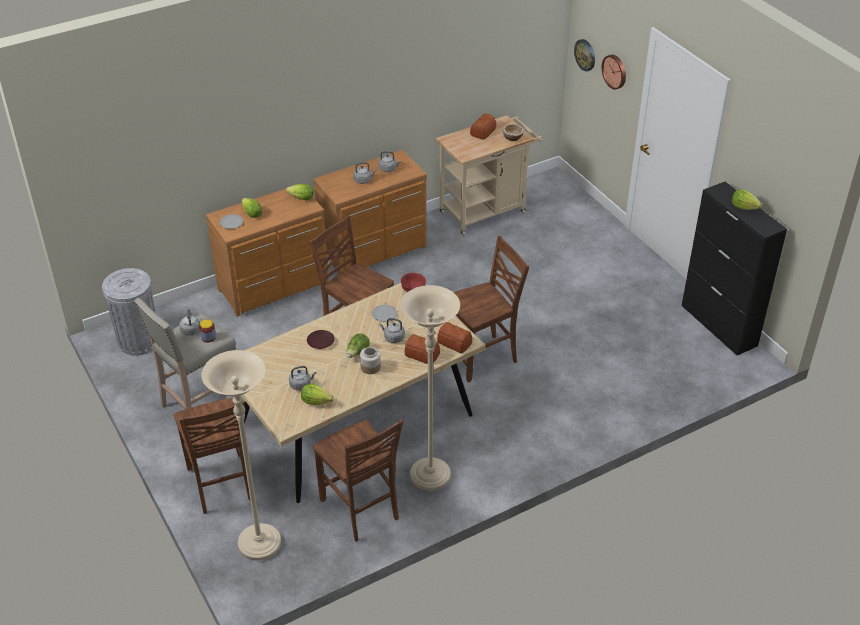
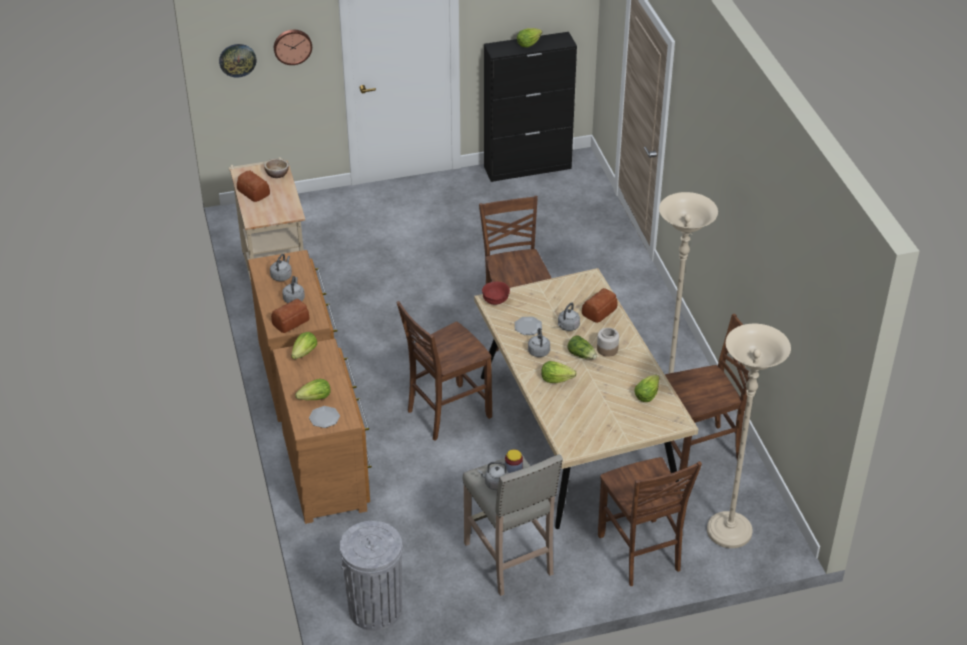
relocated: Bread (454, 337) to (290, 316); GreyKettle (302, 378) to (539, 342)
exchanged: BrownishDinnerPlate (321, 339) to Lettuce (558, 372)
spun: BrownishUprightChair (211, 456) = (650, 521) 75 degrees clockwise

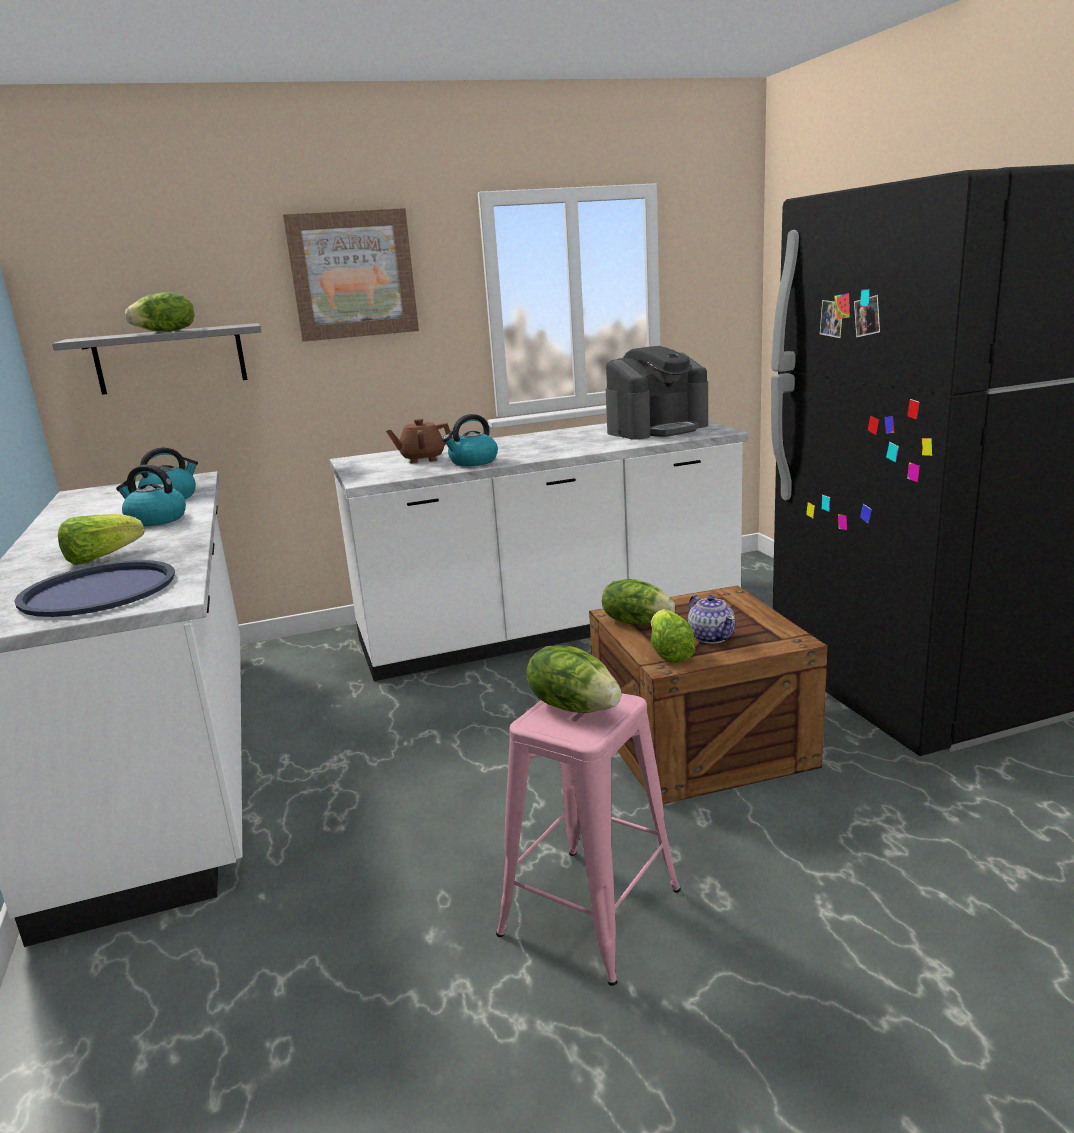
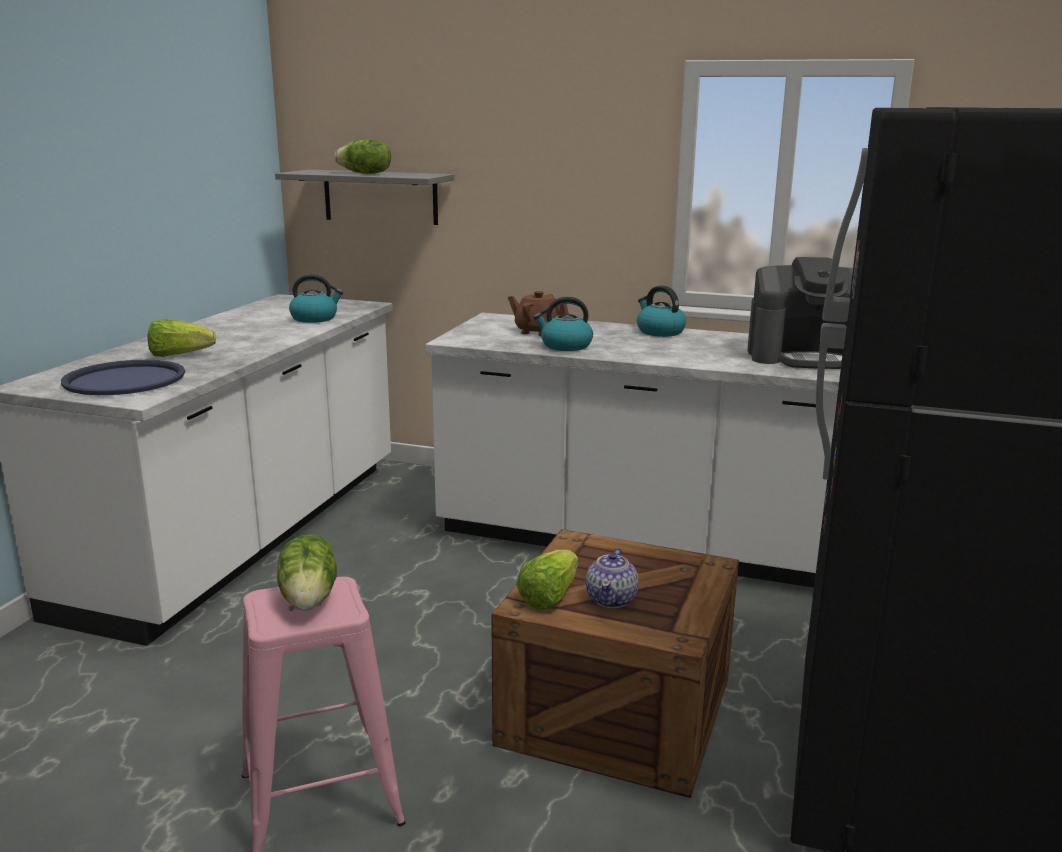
missing: WallPicture (351, 275); Lettuce (638, 602)
relocated: Kettle (151, 496) to (661, 311)

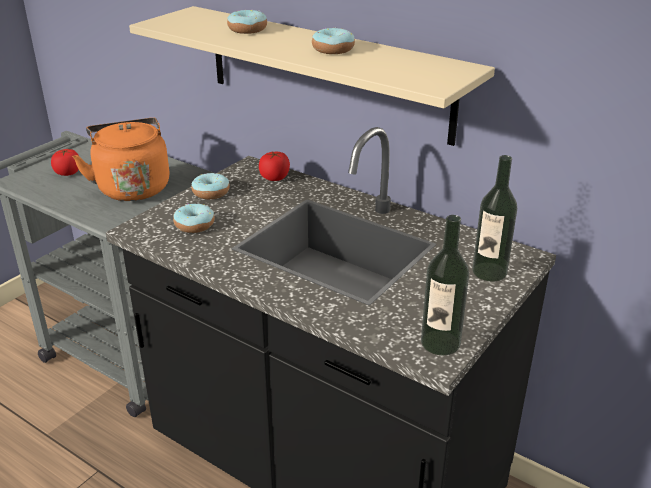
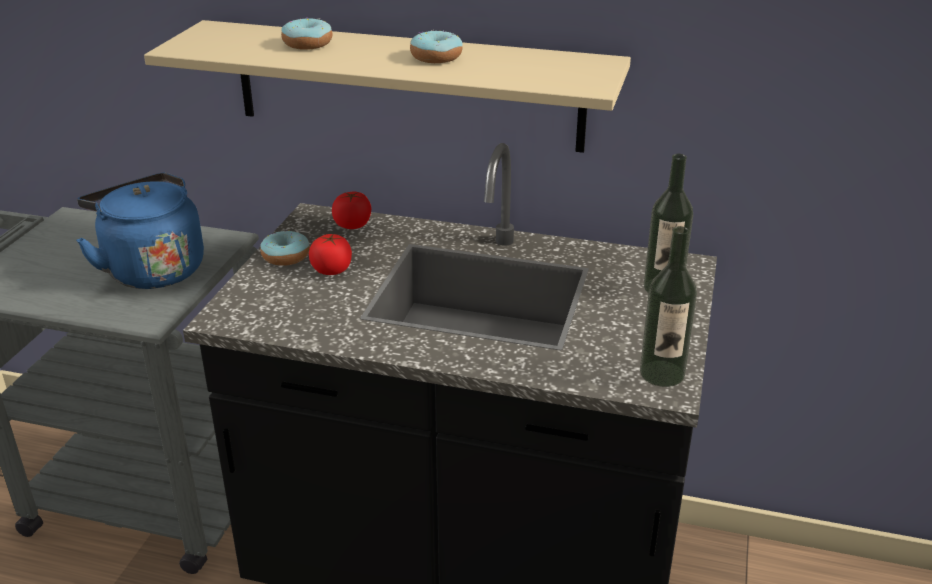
missing: Doughnut (194, 218)
relocated: WholeTomato (65, 162) to (330, 254)
colour: OrangeKettle (120, 159) to BlueKettle (140, 230)

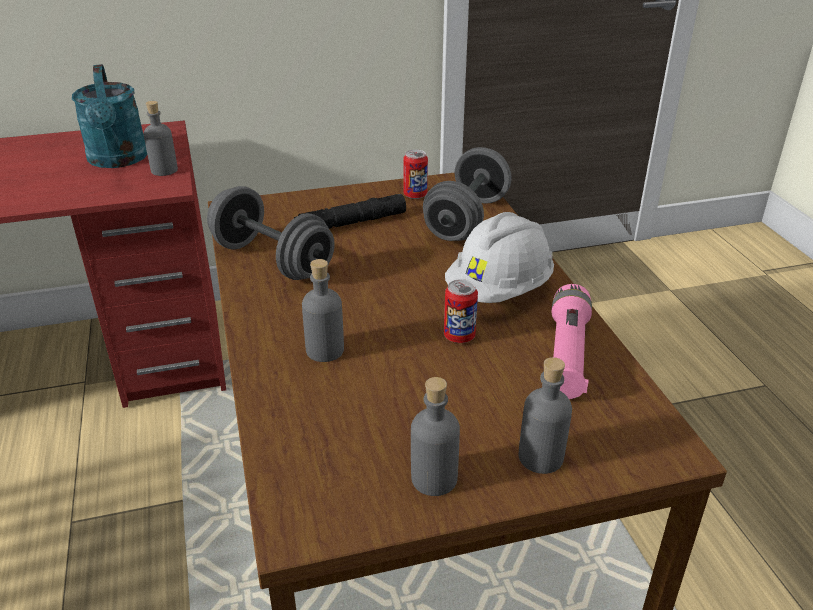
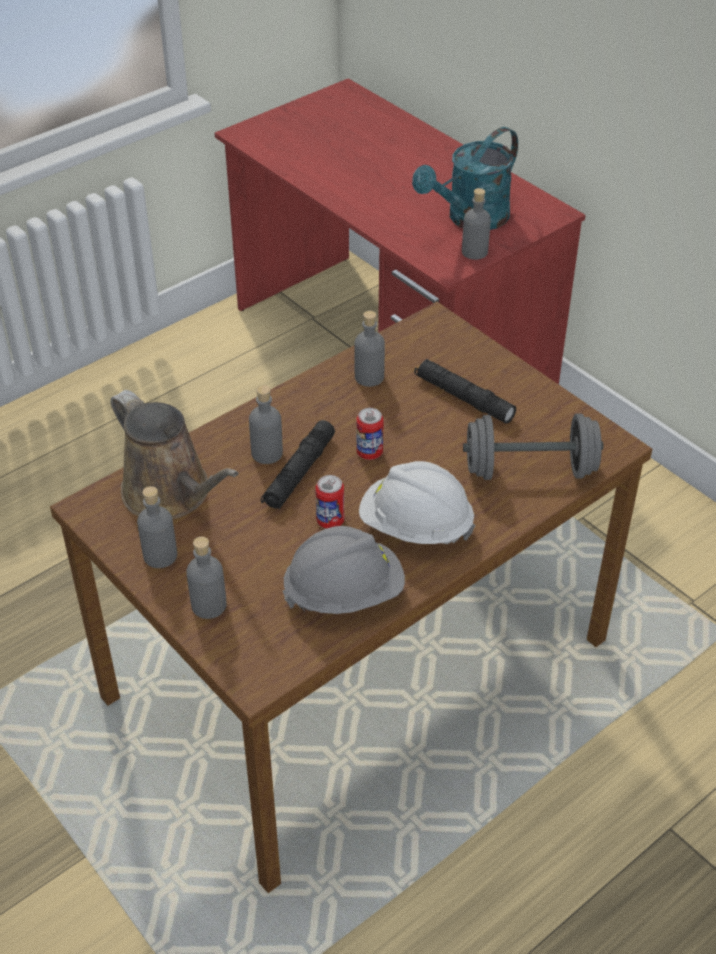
appeared: BrownishSprinklingCan (174, 454); BlackColouredFlashlight (298, 464)
relocated: SealedCan (415, 174) to (370, 434)
exchanged: GreyDumbbell (271, 233) to GreyBottle (369, 349); PinkFlashlight (572, 341) to GreyHardHat (344, 570)

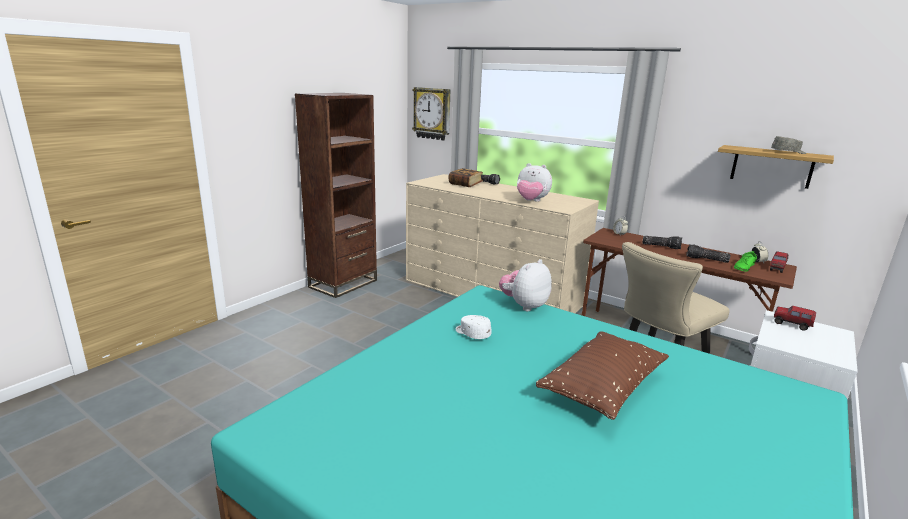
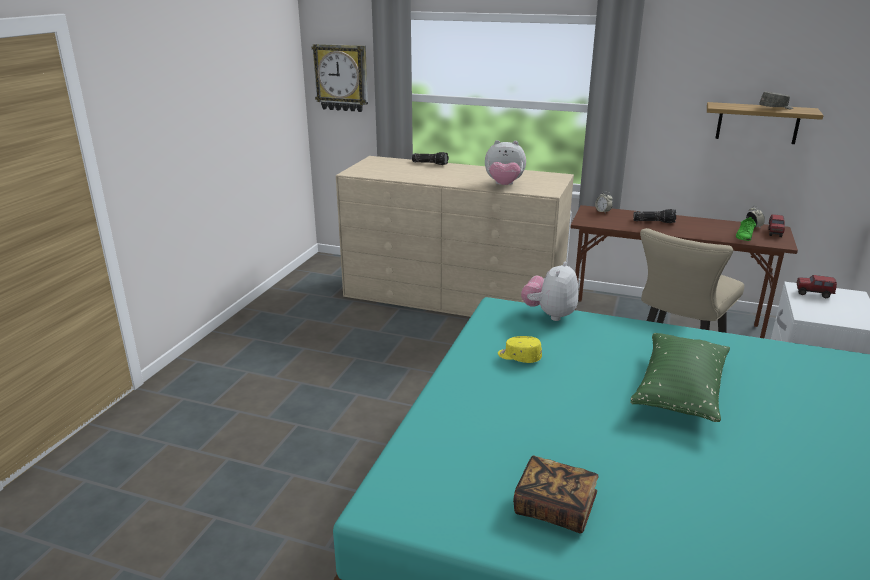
missing: BrownishBookcase (336, 195); Flashlight (708, 253)
relocated: Book (465, 177) to (555, 494)
colour: WhitePeakedCap (473, 327) to YellowColouredPeakedCap (520, 349); BrownishThrowPillow (602, 375) to GreenThrowPillow (680, 377)

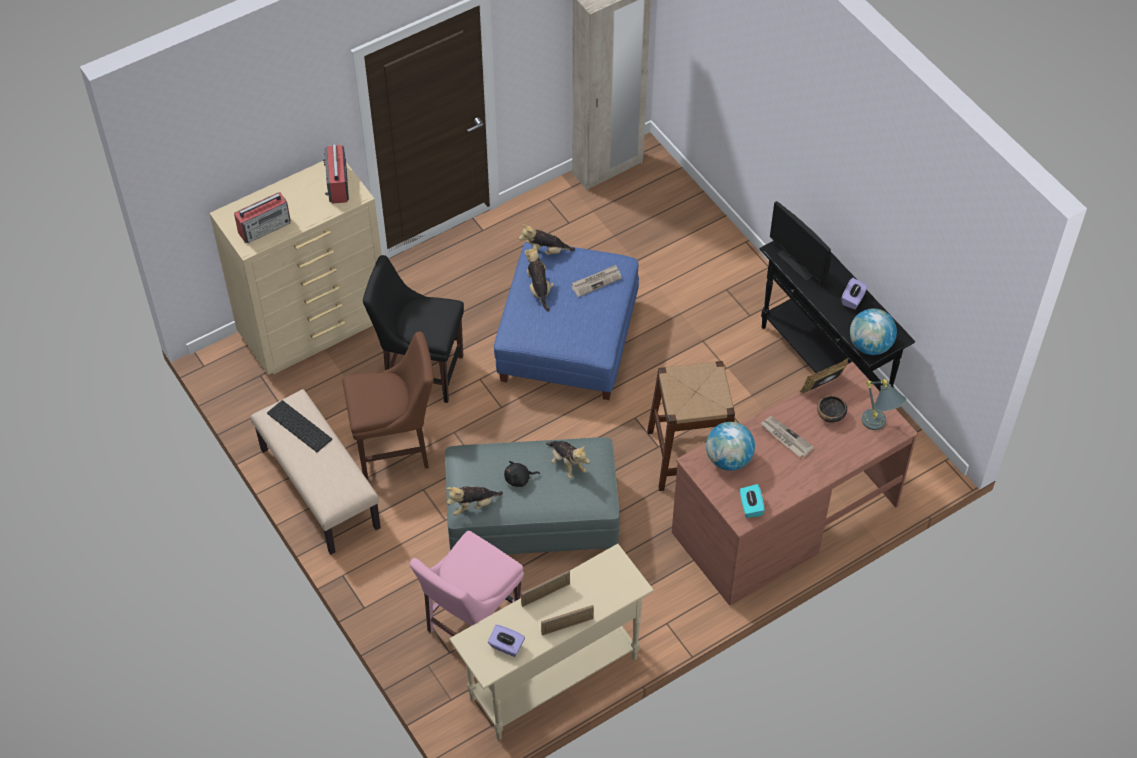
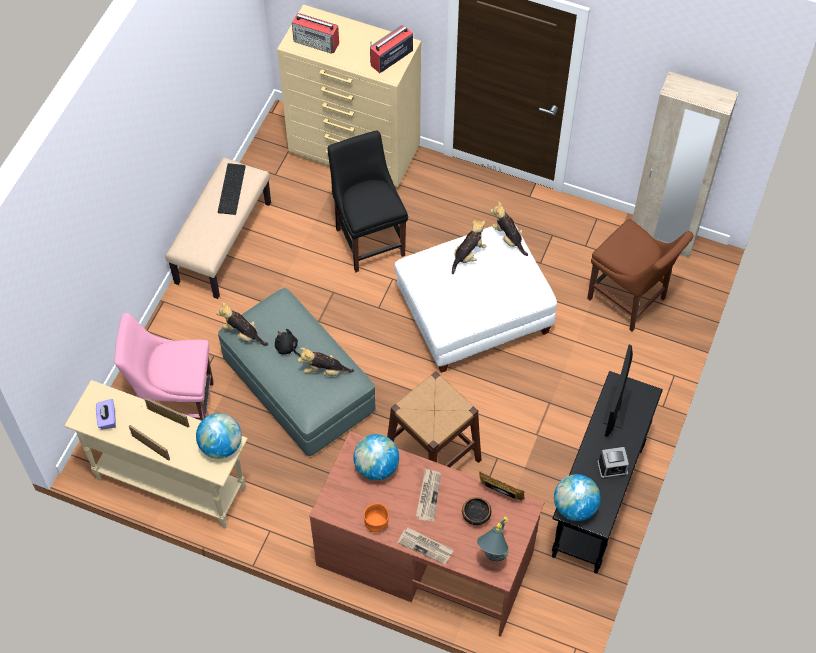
missing: TurquoiseColouredTissueHolder (752, 501)
appeared: Globe (219, 436); OrangeServingBowl (376, 517)
relocated: PrintedPaper (597, 281) to (425, 546); BrownishUprightChair (388, 405) to (640, 275)
exchanged: PurpleTissueHolder (854, 294) to AlarmClock (613, 463)
colour: BlueFootrest (566, 321) to WhiteFootrest (476, 298)
spun: SoftToy (568, 460) = (325, 362) 75 degrees clockwise

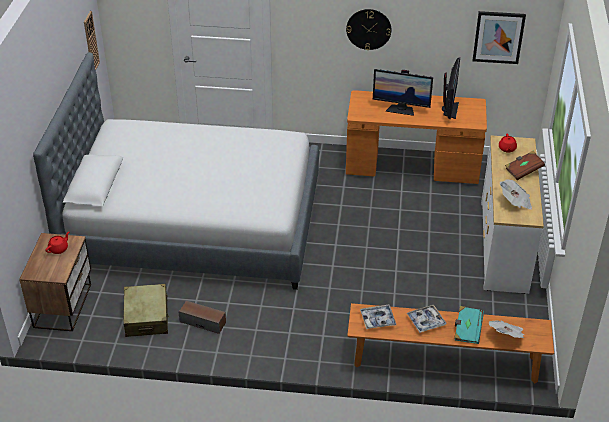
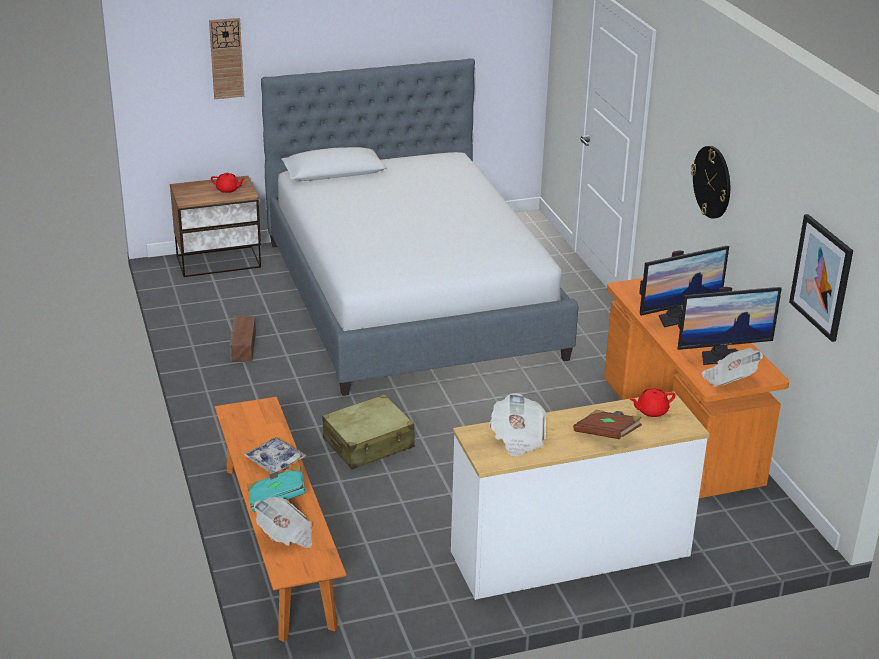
missing: Tray (378, 317)
appeared: PrintedPaper (732, 367)
relocated: HangingClock (92, 40) to (226, 58); BeigeColouredTravelCase (146, 310) to (368, 431)
spun: ComputerDisplay (403, 92) = (684, 286) 105 degrees counterclockwise

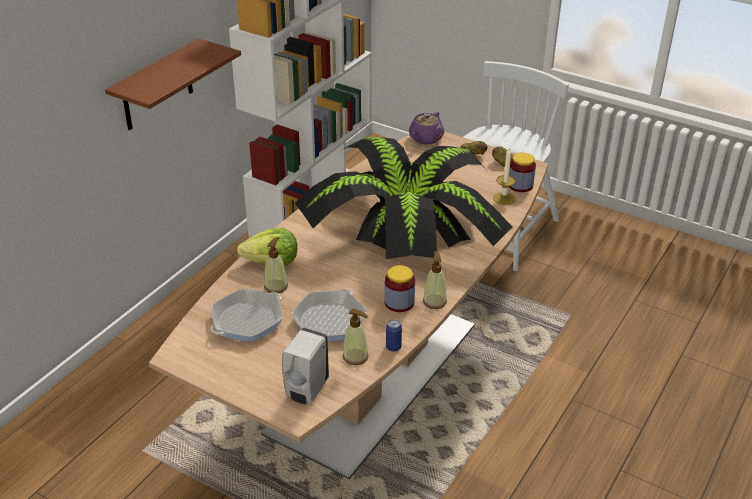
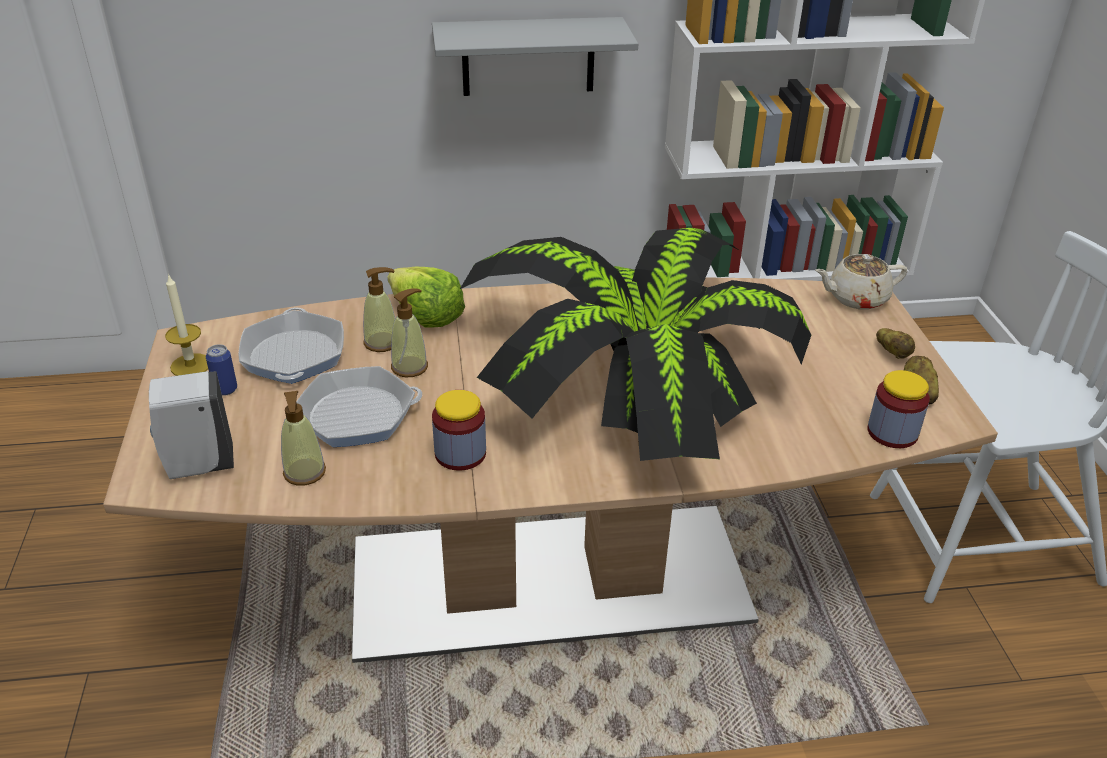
relocated: WaxCandle (504, 176) to (186, 325); SoapBottle (435, 280) to (409, 333); SealedCan (394, 335) to (221, 370)
colour: BrownishBracketShelf (173, 84) to GreyBracketShelf (535, 56); PurpleTeapot (426, 128) to BeigeColouredTeapot (861, 282)
spun: Skillet (246, 315) = (291, 346) 75 degrees clockwise

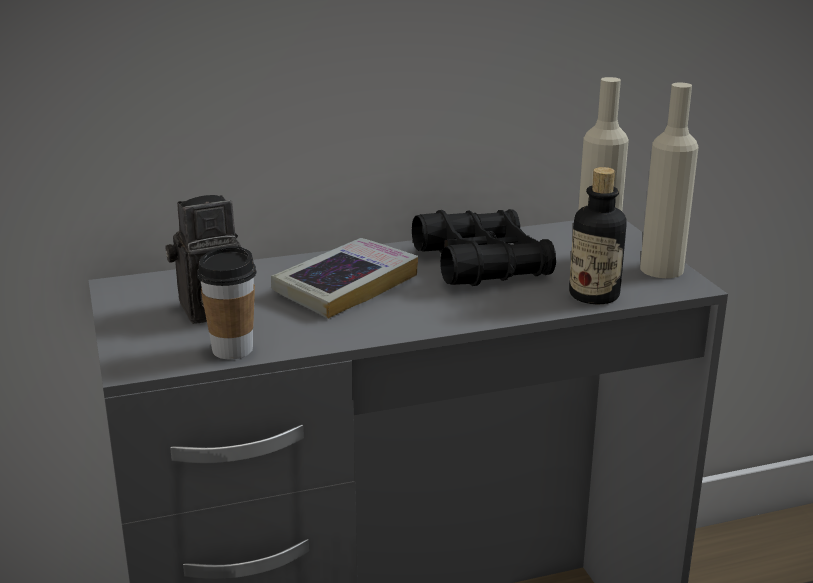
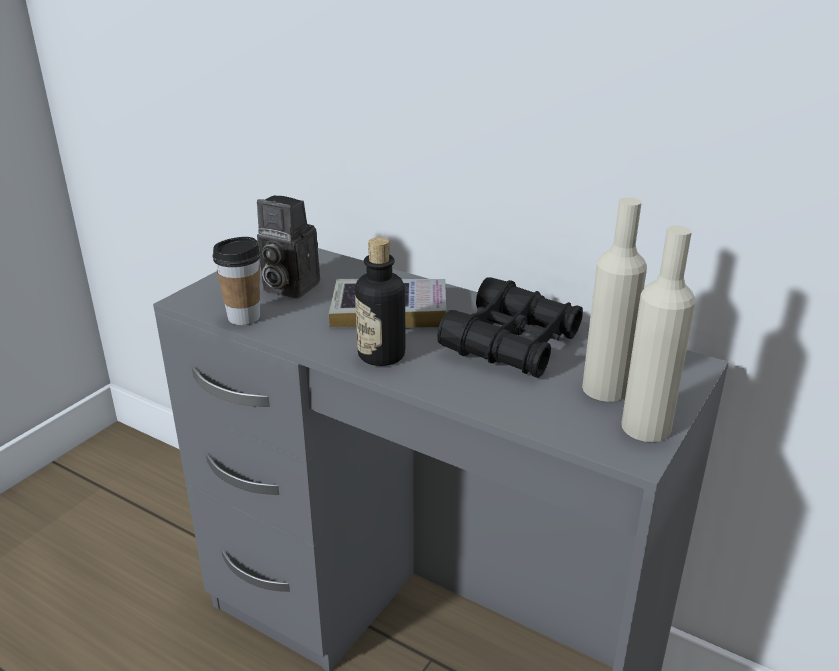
relocated: Bottle (598, 235) to (380, 301)

